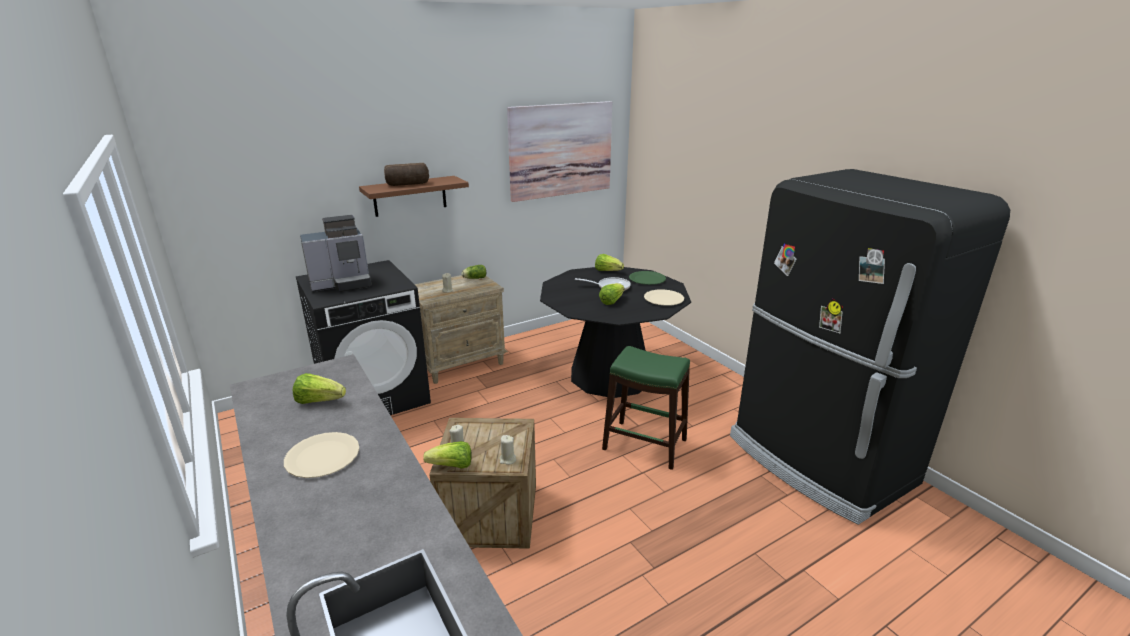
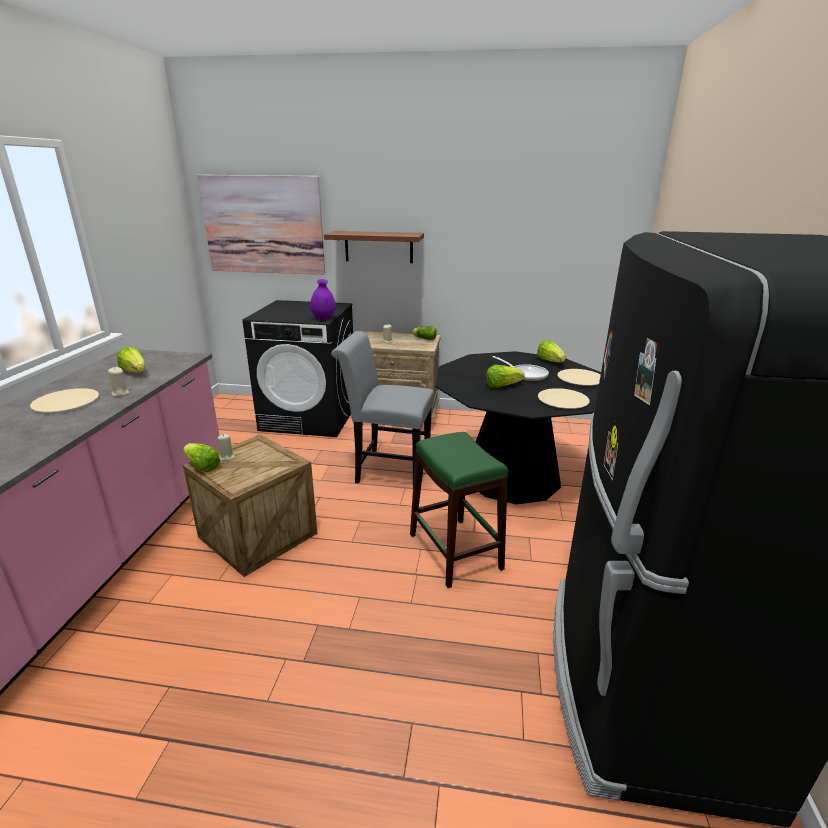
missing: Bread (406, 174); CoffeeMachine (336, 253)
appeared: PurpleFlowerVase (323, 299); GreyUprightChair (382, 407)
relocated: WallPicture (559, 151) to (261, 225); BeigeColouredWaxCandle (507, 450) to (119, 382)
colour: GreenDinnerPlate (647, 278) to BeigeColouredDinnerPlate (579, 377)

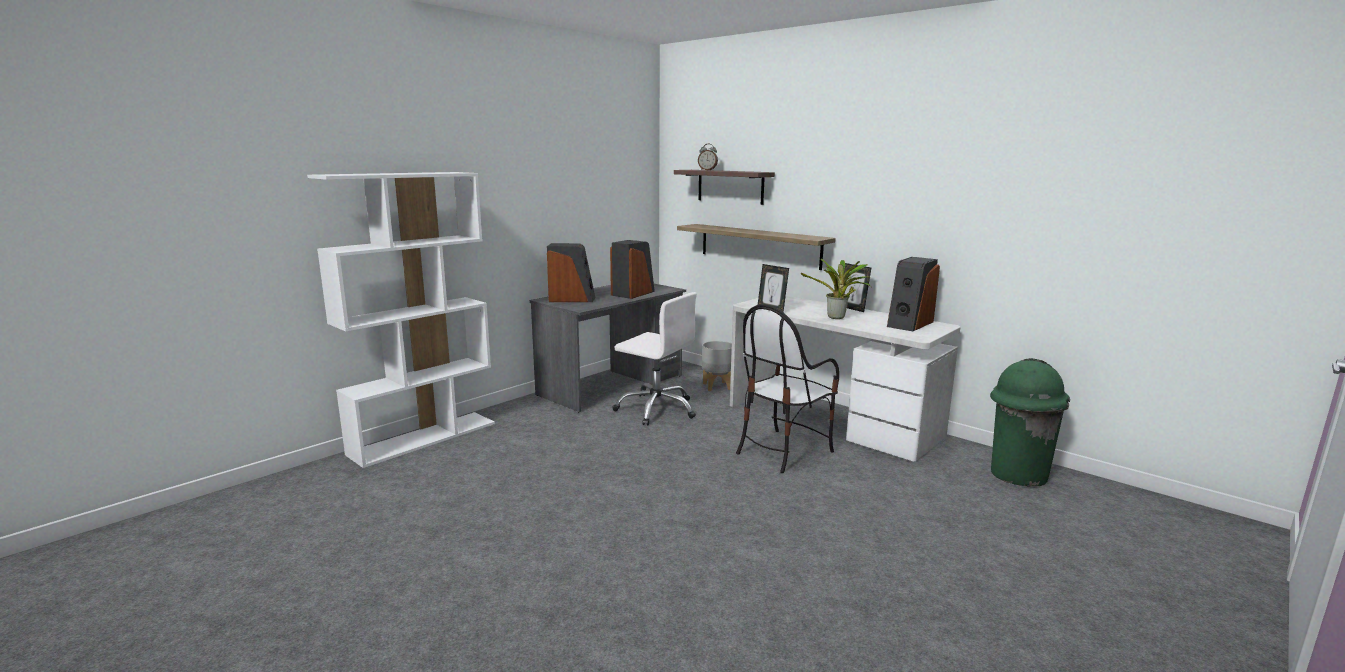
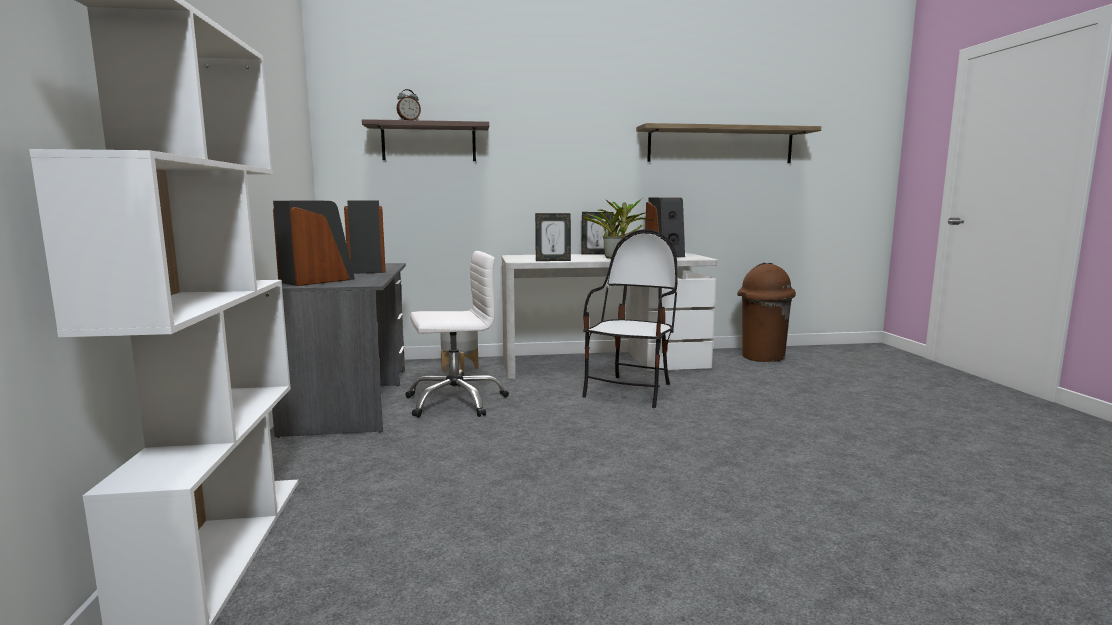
relocated: BracketShelf (756, 247) to (728, 143)
colour: GreenTrashCan (1030, 422) to BrownishTrashCan (766, 312)
spun: UprightChair (787, 388) = (630, 318) 150 degrees counterclockwise

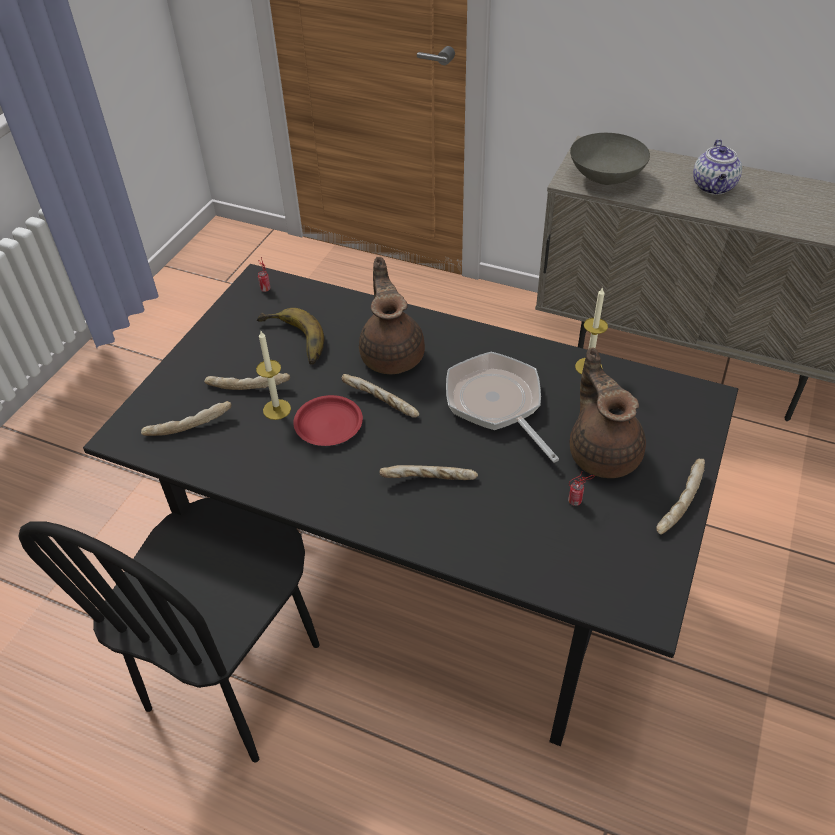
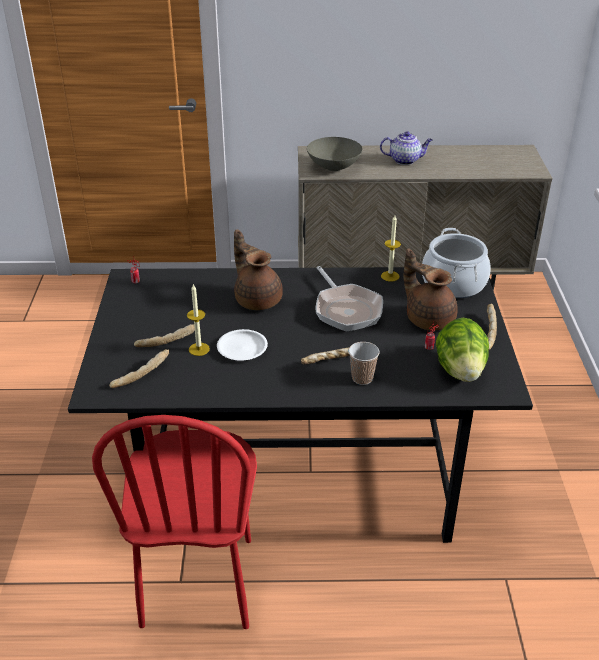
missing: Banana (290, 336); Bread (380, 396)
appeared: Stockpot (456, 263); Lettuce (462, 350); SmallCup (364, 363)
colour: ReddishDinnerPlate (328, 420) to WhiteDinnerPlate (242, 345); BlackColouredUprightChair (169, 630) to ReddishUprightChair (174, 522)
spun: Teapot (717, 167) = (406, 148) 75 degrees counterclockwise; Skillet (502, 407) = (349, 299) 150 degrees counterclockwise

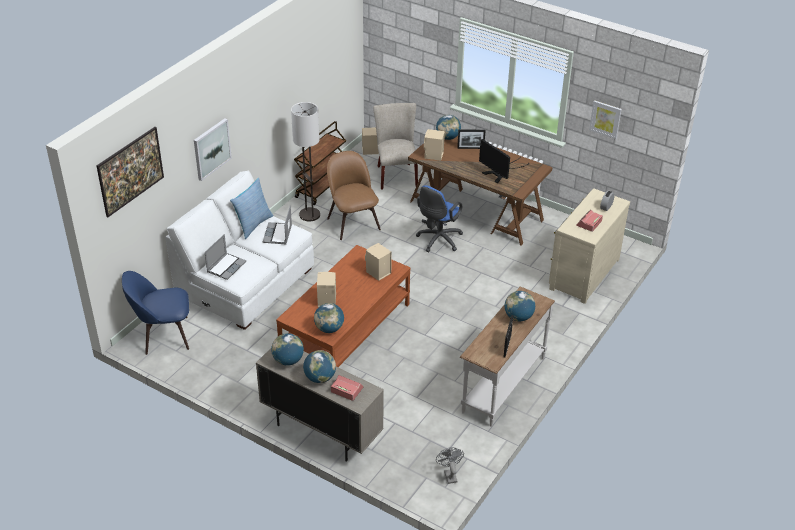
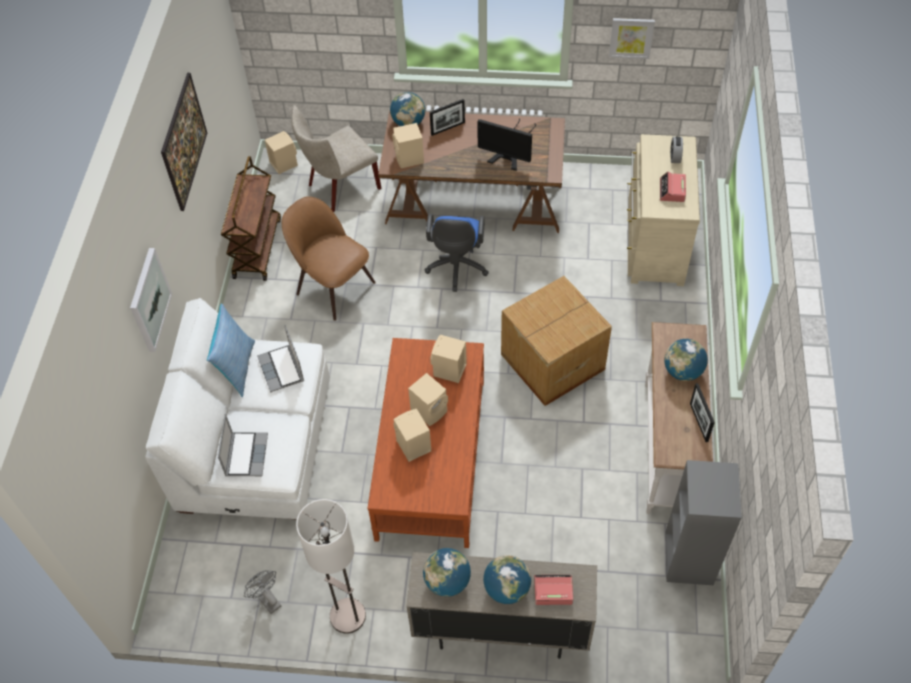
missing: BlueUprightChair (155, 313); Globe (329, 318)
appeared: CardboardBox (556, 341); BeigeColouredSpeaker (428, 399); GreyBookcase (703, 522)
relocated: StandardLamp (305, 161) to (331, 566); WallPicture (130, 172) to (184, 142); GreyFan (450, 465) to (262, 592)
spun: BeigeColouredUprightChair (395, 146) = (336, 158) 90 degrees counterclockwise

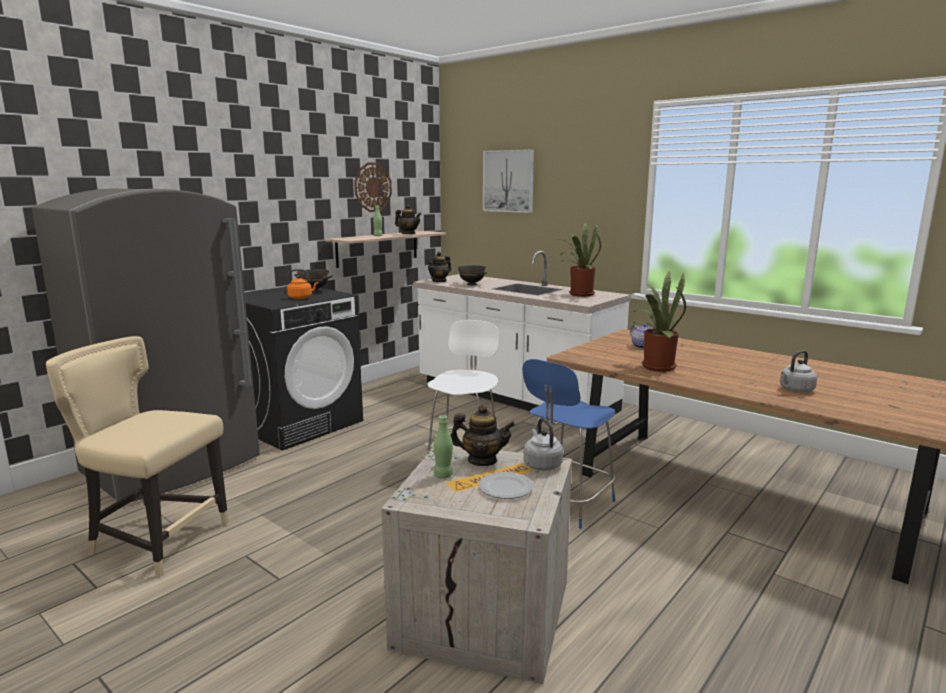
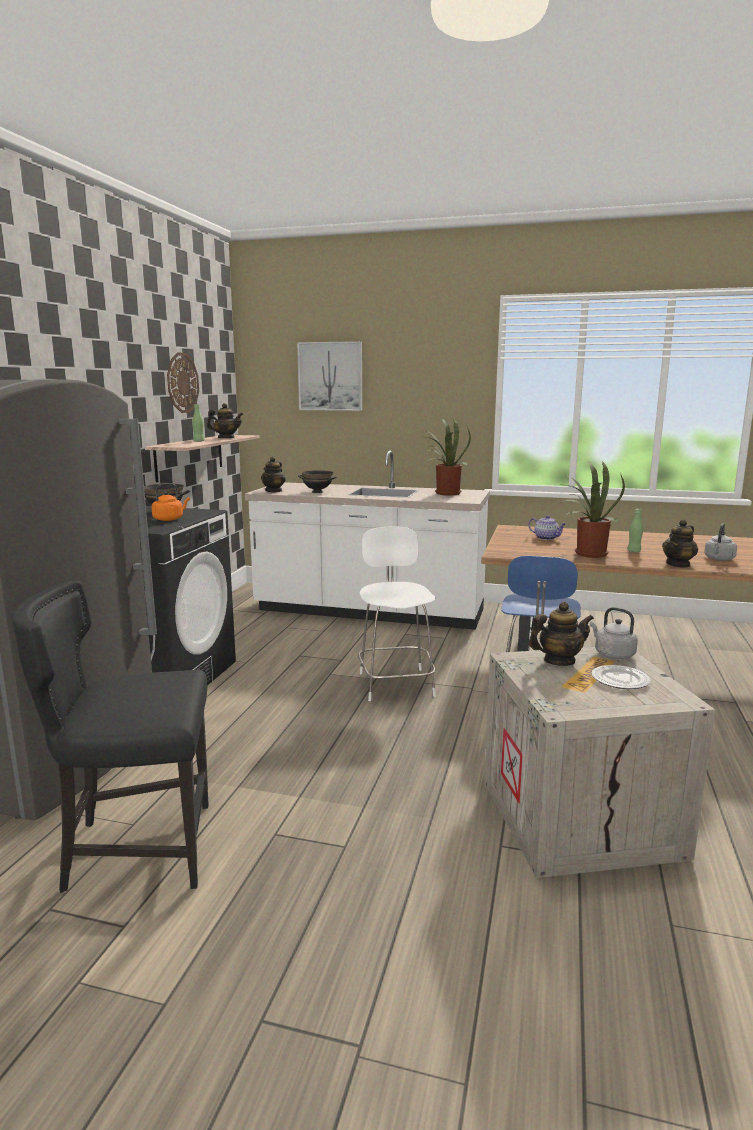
appeared: Teapot (680, 543)
relocated: GreenBottle (443, 447) to (635, 530)
colour: BeigeColouredUprightChair (137, 456) to BlackColouredUprightChair (110, 737)

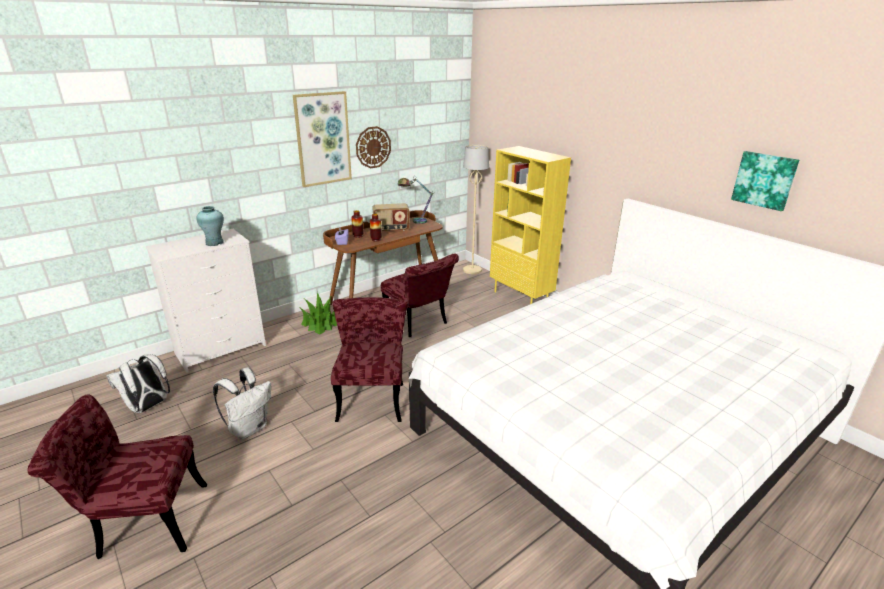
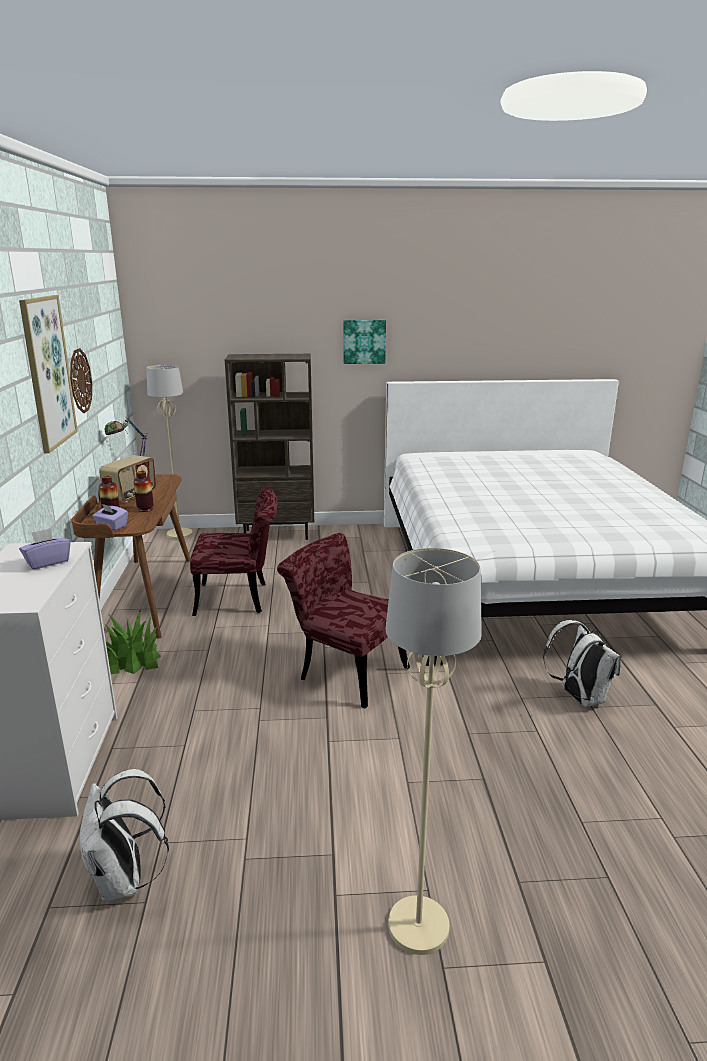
relocated: WallPicture (765, 181) to (364, 342); WhiteRucksack (242, 403) to (581, 663)
exchanged: TurquoiseColouredFlowerVase (210, 226) to PurpleTissueHolder (45, 549); ReddishUprightChair (117, 476) to BeigeColouredStandardLamp (433, 751)
colour: YellowColouredBookcase (530, 225) to BrownishBookcase (269, 447)

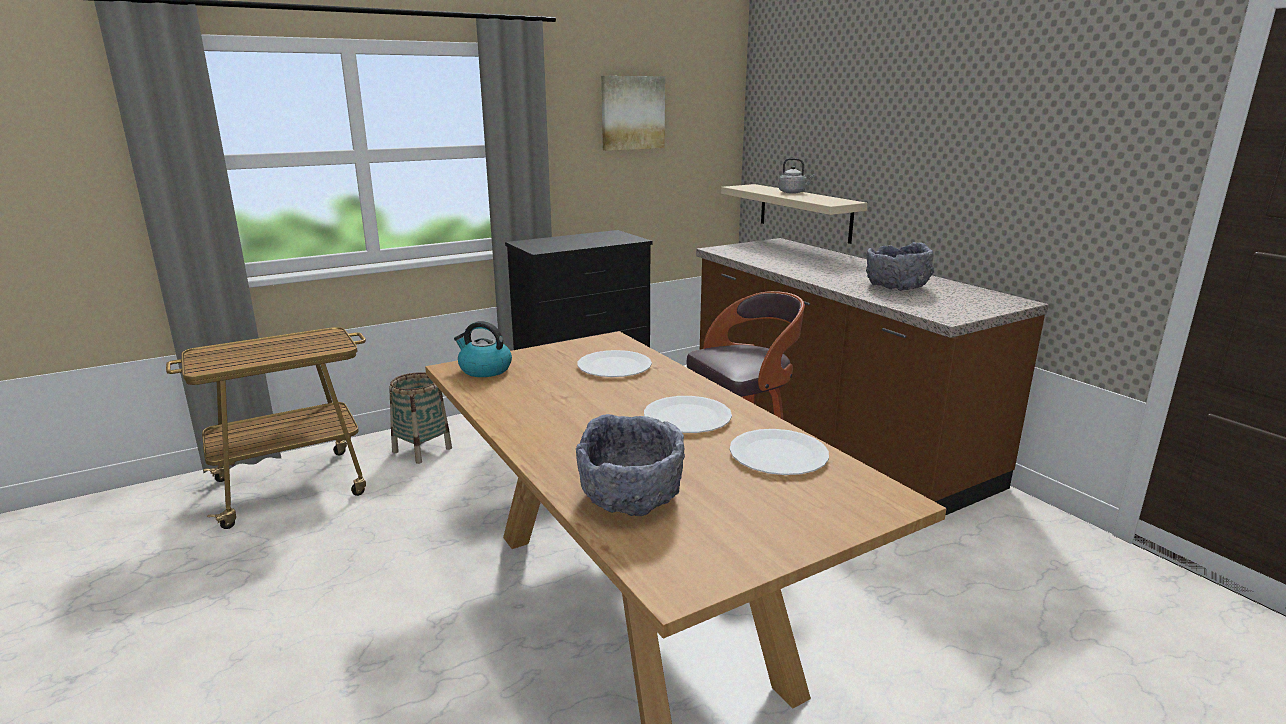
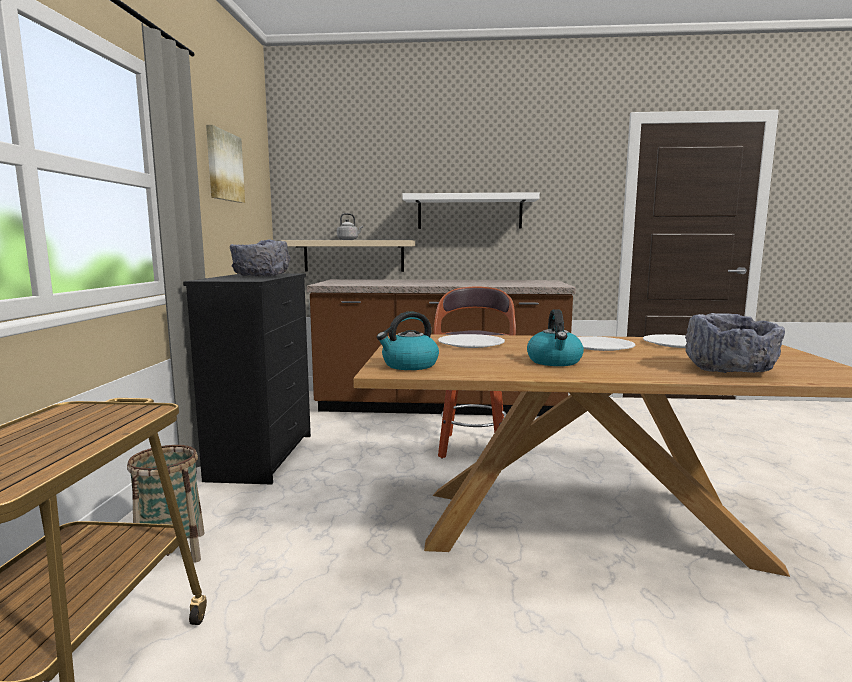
appeared: WhiteBracketShelf (471, 210); Kettle (555, 337)
relocated: GreyServingBowl (900, 266) to (260, 258)

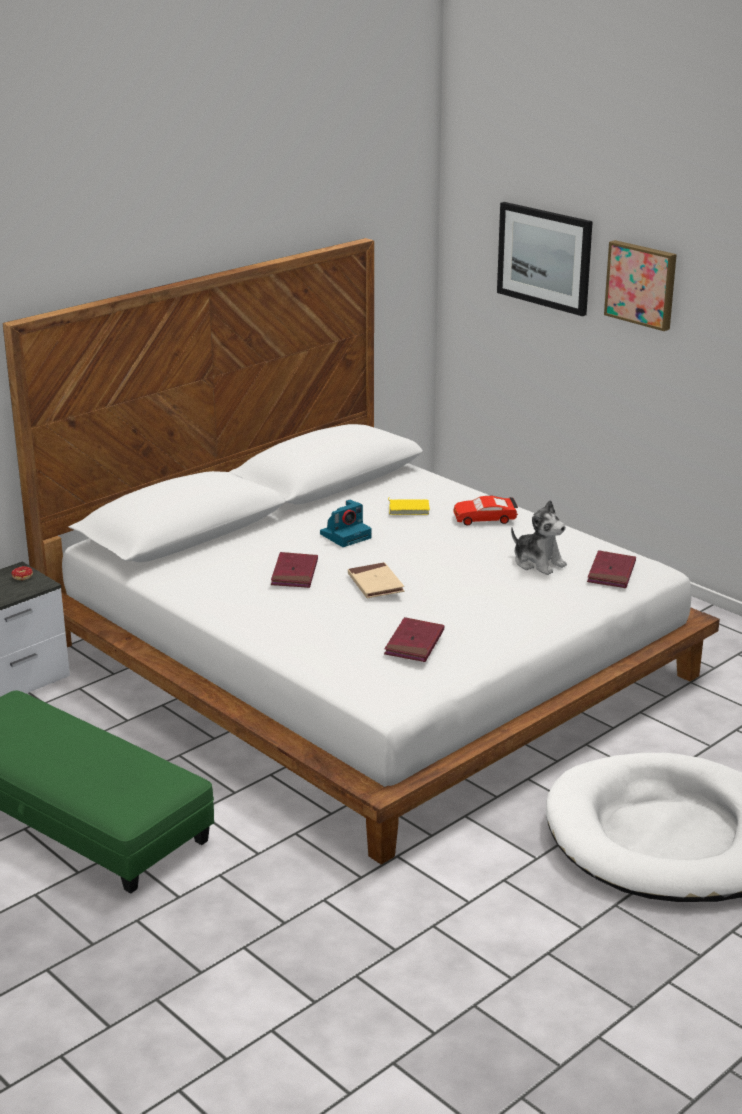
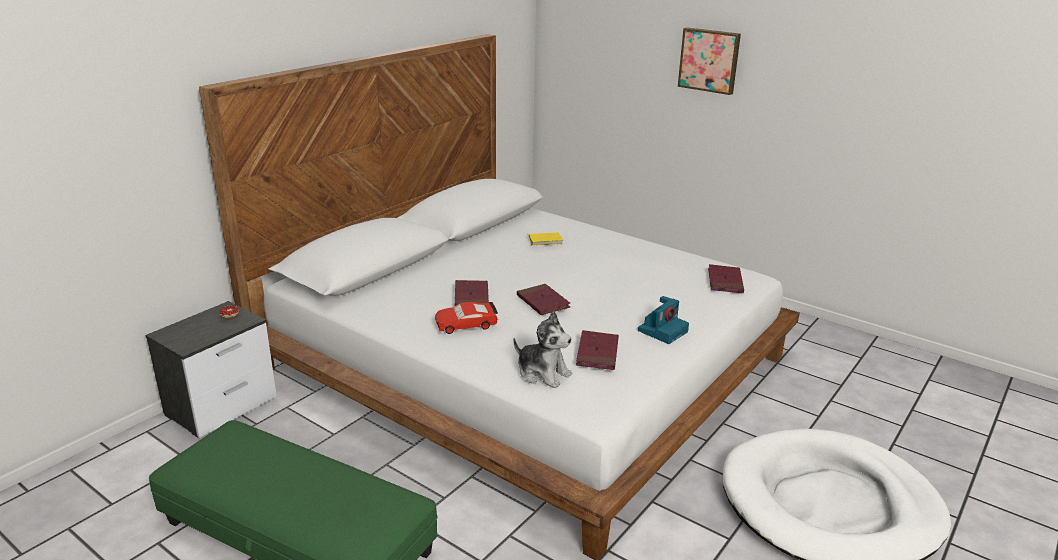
missing: WallPicture (545, 259)
relocated: ReddishModelCar (485, 511) to (466, 318); PhotoCamera (346, 523) to (663, 320); SoftToy (539, 537) to (543, 349)
colour: BeigeColouredBook (376, 580) to ReddishBook (543, 299)

